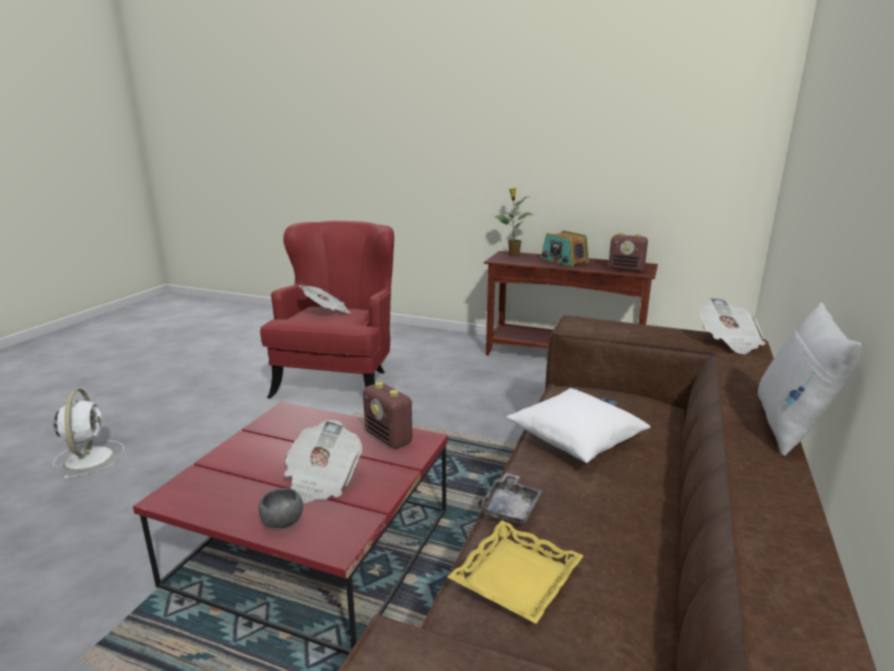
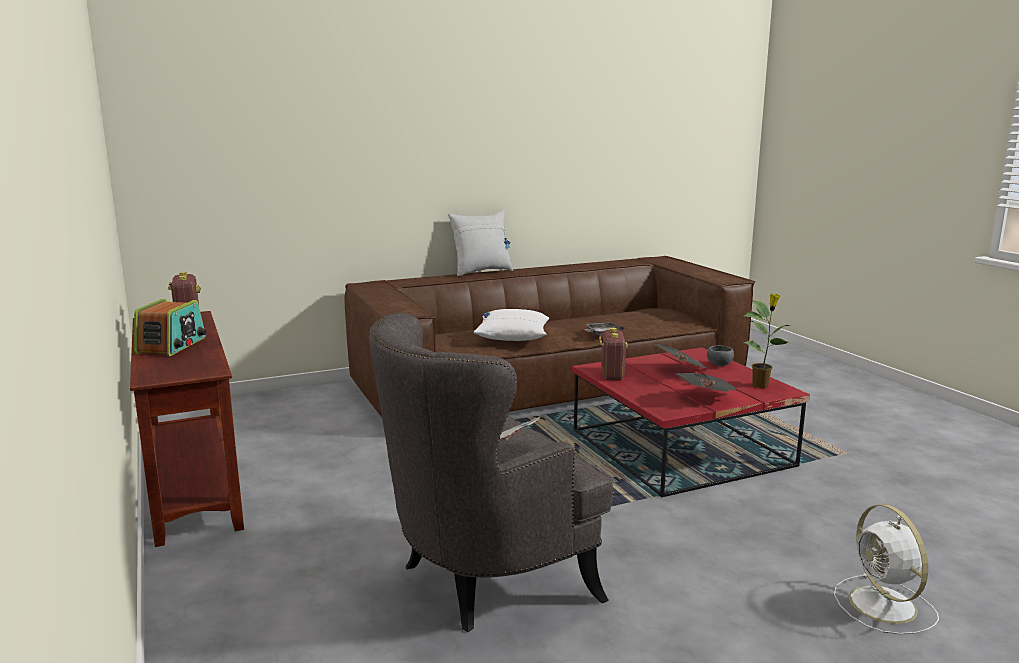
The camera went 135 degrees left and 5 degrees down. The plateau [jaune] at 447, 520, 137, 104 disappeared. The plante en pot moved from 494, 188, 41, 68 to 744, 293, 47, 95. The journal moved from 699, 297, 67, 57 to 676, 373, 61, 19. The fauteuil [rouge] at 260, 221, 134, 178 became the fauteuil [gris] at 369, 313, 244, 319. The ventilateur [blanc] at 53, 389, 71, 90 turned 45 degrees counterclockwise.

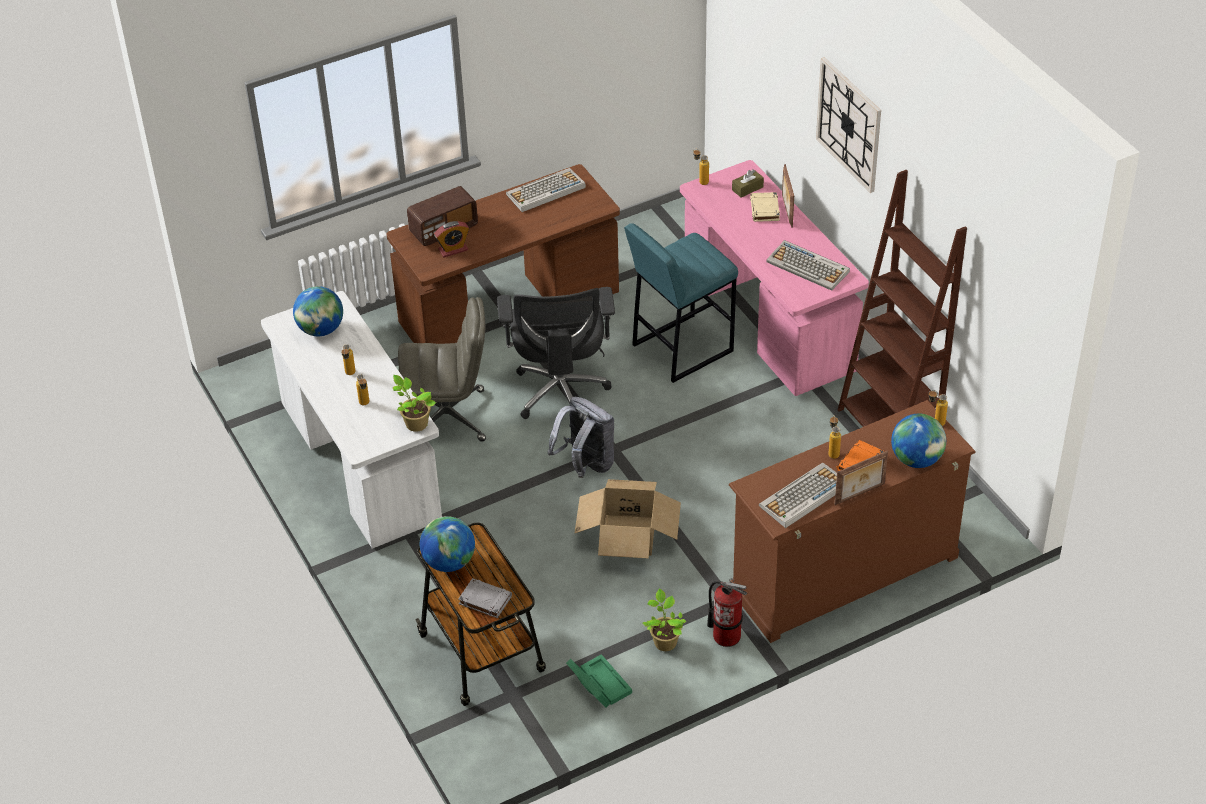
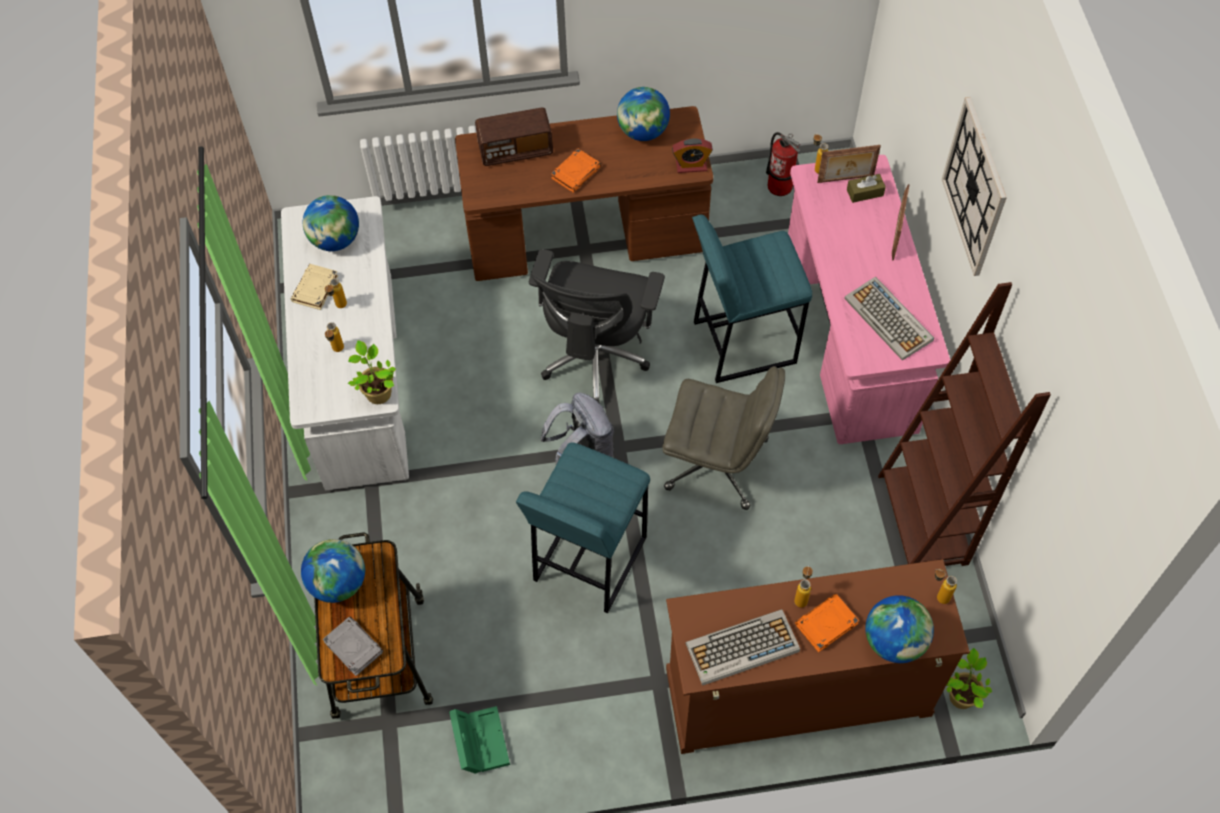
The camera went 20 degrees right and 15 degrees up. The livre [orange] at 551, 149, 50, 44 appeared. The chaise de bureau [gris] moved from 398, 297, 88, 145 to 663, 366, 122, 144. The réveil moved from 434, 221, 35, 36 to 672, 138, 41, 35. The plante en pot moved from 642, 589, 44, 62 to 946, 648, 46, 61. The extincteur moved from 707, 578, 40, 69 to 766, 132, 34, 64. The livre [beige] moved from 750, 192, 30, 30 to 291, 264, 47, 46. The cadre photo moved from 834, 450, 54, 55 to 817, 145, 64, 38. The clavier at 506, 168, 80, 44 was replaced by the globe at 617, 87, 53, 54. The carton at 574, 479, 107, 80 was replaced by the tabouret [turquoise] at 516, 442, 134, 171.

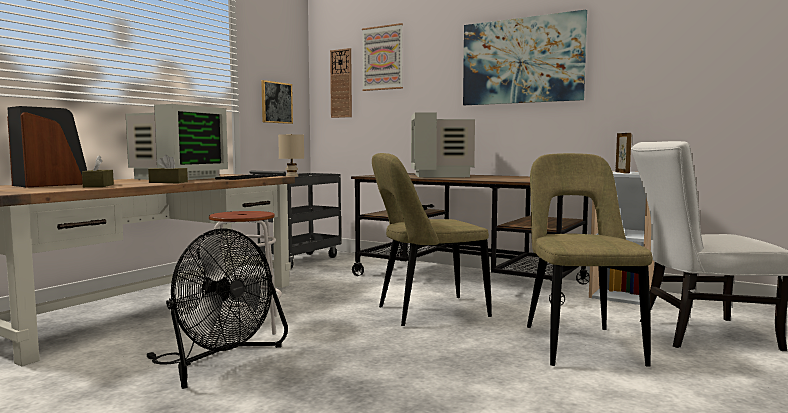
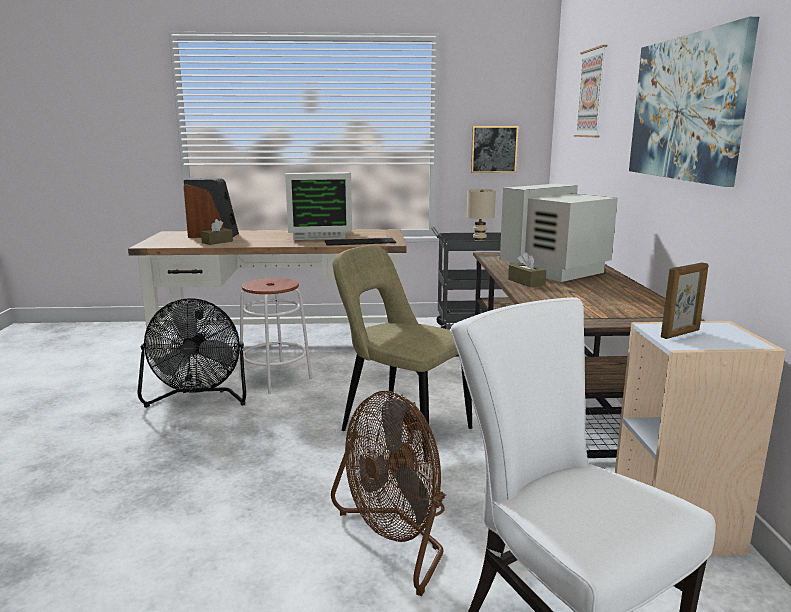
The camera went 55 degrees right and 10 degrees up. The horloge murale at 330, 48, 22, 70 disappeared. The boîte à mouchoirs [marron] moved from 148, 155, 40, 28 to 508, 252, 39, 35. The chaise [beige] at 527, 153, 126, 214 was replaced by the ventilateur [marron] at 331, 391, 116, 205.

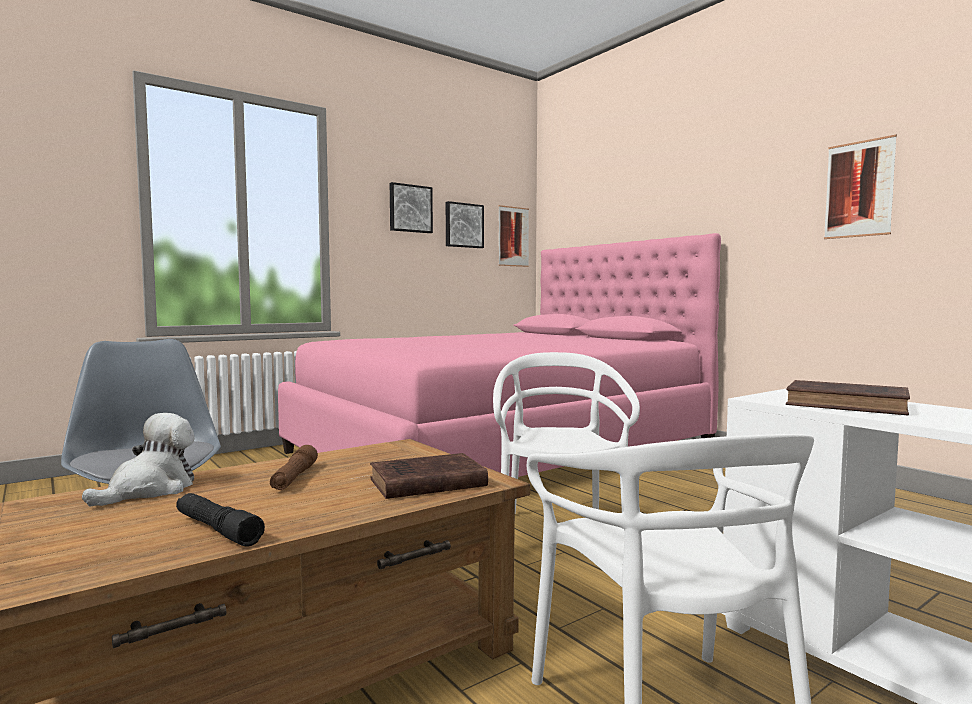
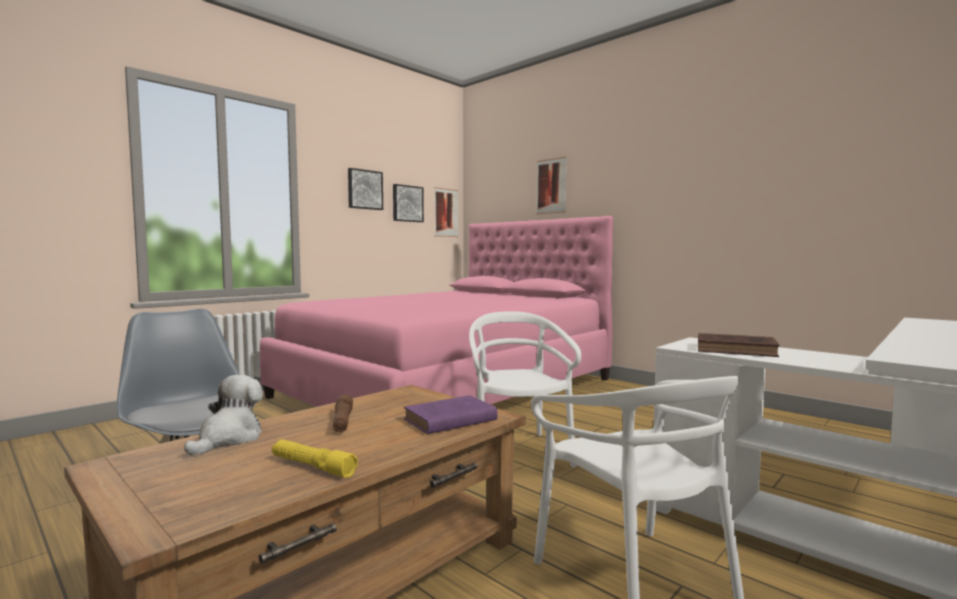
The camera went 10 degrees left and 0 degrees up. The tableau moved from 824, 135, 73, 104 to 536, 156, 31, 58. The lampe de poche [noir] at 176, 493, 89, 54 became the lampe de poche [jaune] at 272, 439, 86, 39. The livre [marron] at 370, 453, 118, 46 became the livre [violet] at 404, 395, 94, 39.

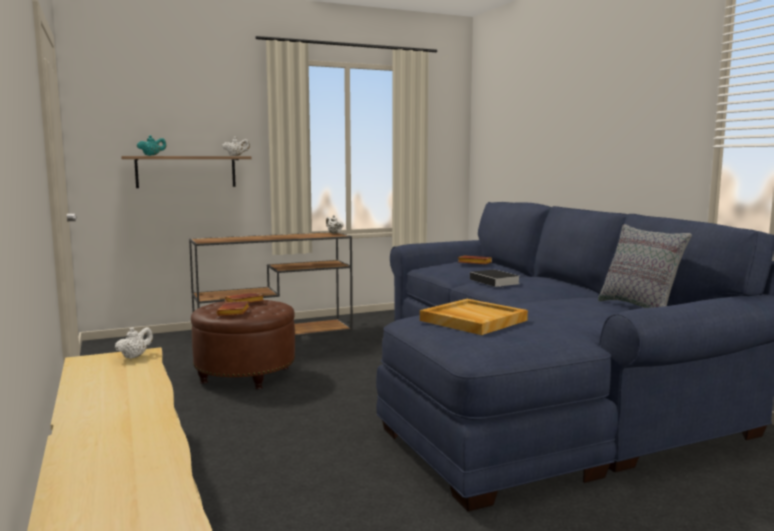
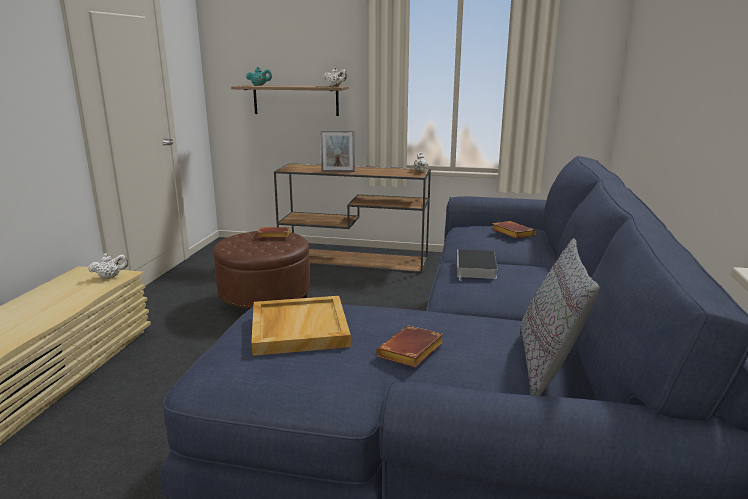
The camera went 35 degrees right and 10 degrees up. The cadre photo at 320, 130, 35, 42 appeared. The livre [marron] moved from 216, 301, 34, 15 to 376, 325, 68, 43.

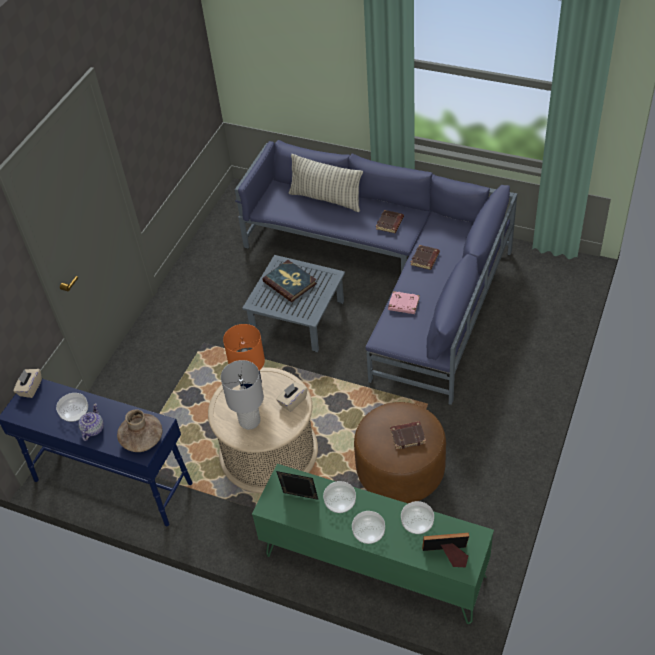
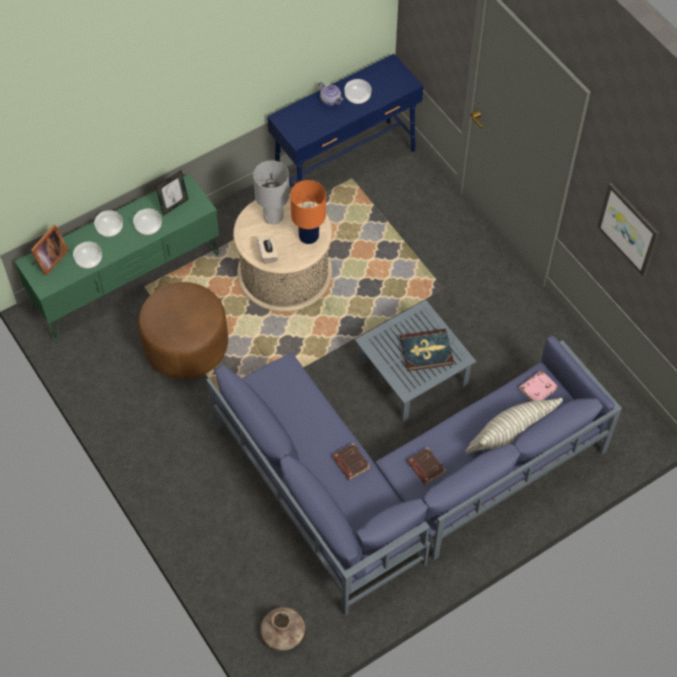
The camera went 120 degrees right and 10 degrees up. The boîte à mouchoirs [beige] at 14, 369, 28, 29 disappeared. The livre [marron] at 390, 421, 36, 29 disappeared. The tableau at 597, 183, 62, 93 appeared. The vase [marron] moved from 117, 410, 45, 42 to 261, 607, 44, 44. The livre [rose] moved from 388, 291, 32, 23 to 519, 371, 39, 30.

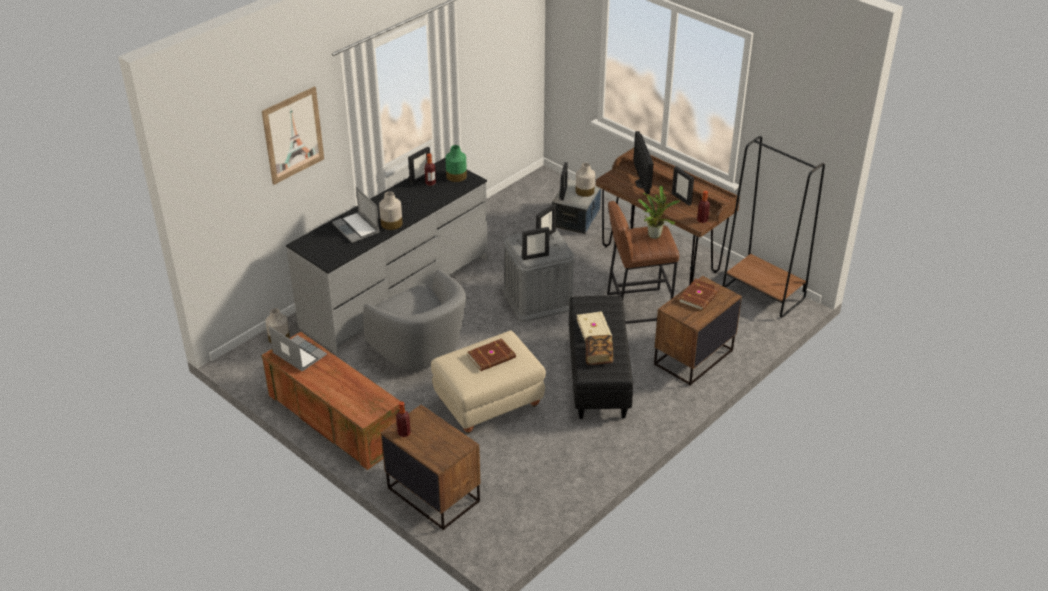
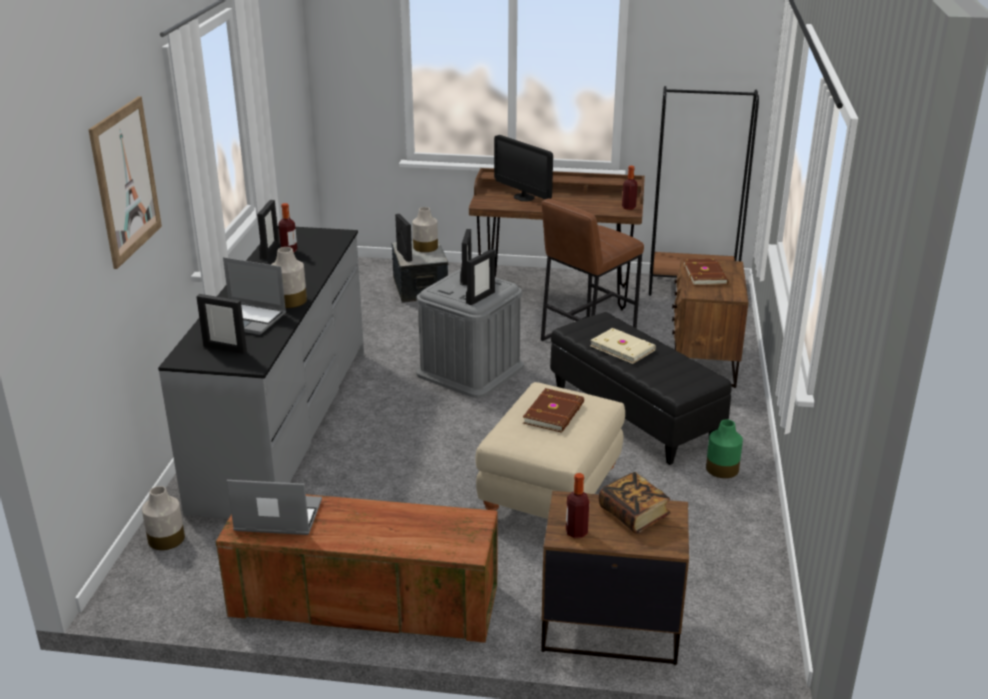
The camera went 35 degrees left and 10 degrees down. The fauteuil [gris] at 363, 270, 103, 100 disappeared. The plante en pot at 638, 185, 42, 54 disappeared. The vase [vert] moved from 445, 145, 22, 37 to 706, 419, 37, 59. The livre moved from 585, 335, 28, 30 to 599, 472, 72, 61. The cadre photo moved from 672, 166, 22, 40 to 196, 294, 51, 60.

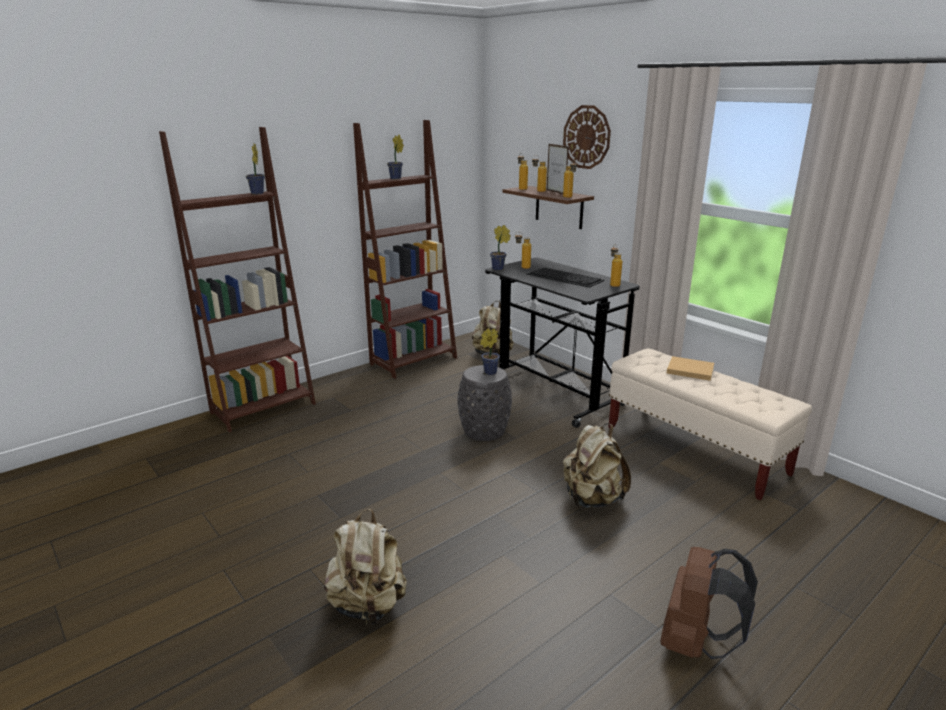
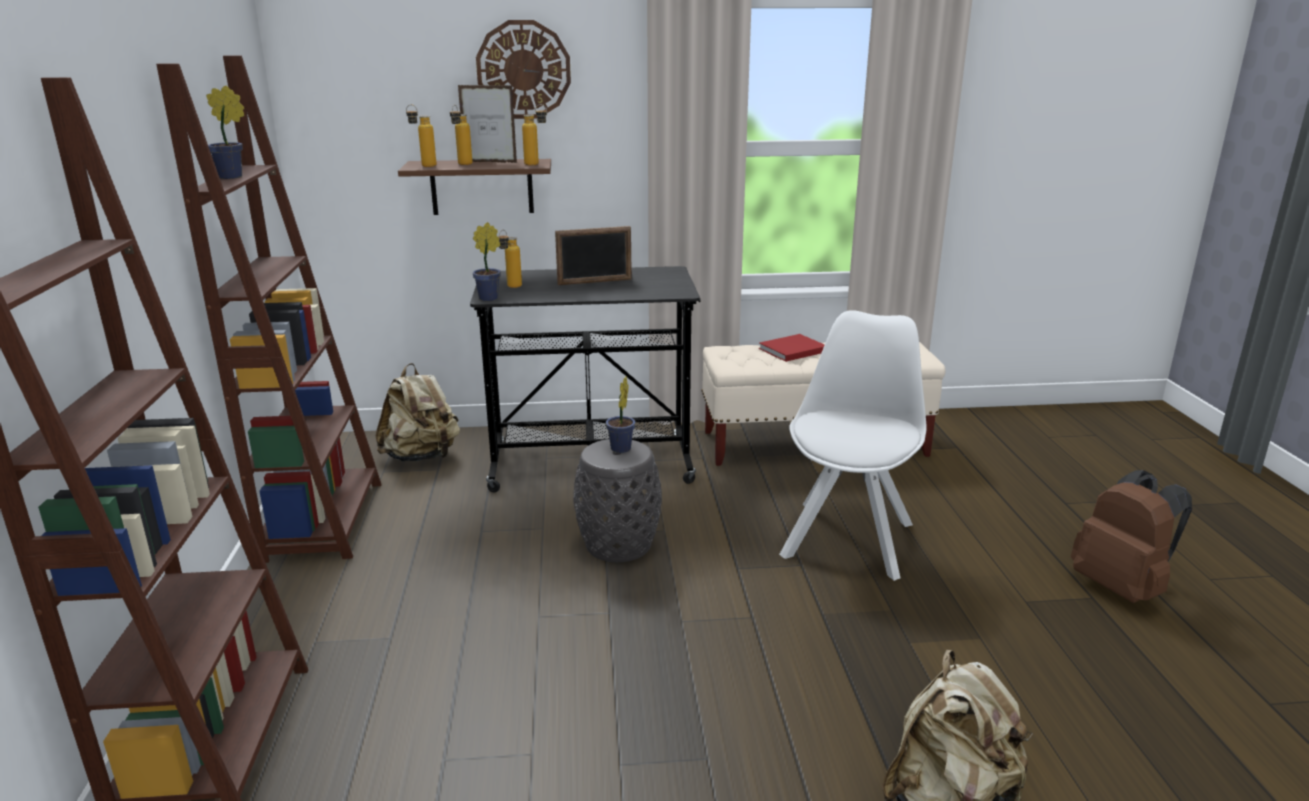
The camera went 55 degrees left and 0 degrees up. The plante en pot at 246, 144, 19, 50 disappeared. The bouteille at 610, 244, 12, 43 disappeared. The clavier at 527, 267, 78, 21 was replaced by the cadre photo at 555, 226, 77, 59. The sac à dos [beige] at 563, 423, 68, 85 was replaced by the chaise [blanc] at 779, 310, 148, 271. The livre [beige] at 667, 356, 47, 25 became the livre [rouge] at 759, 334, 66, 28.

